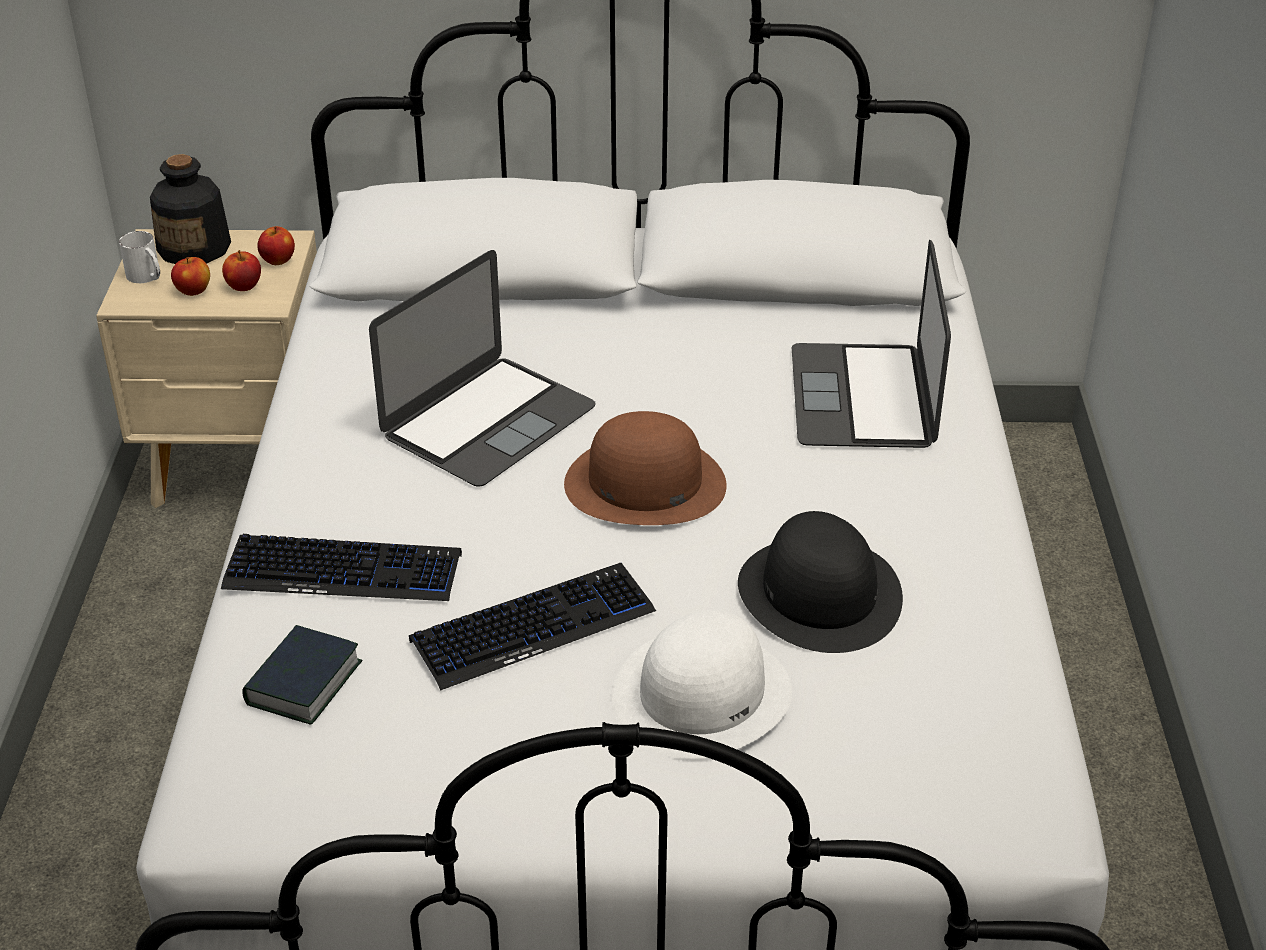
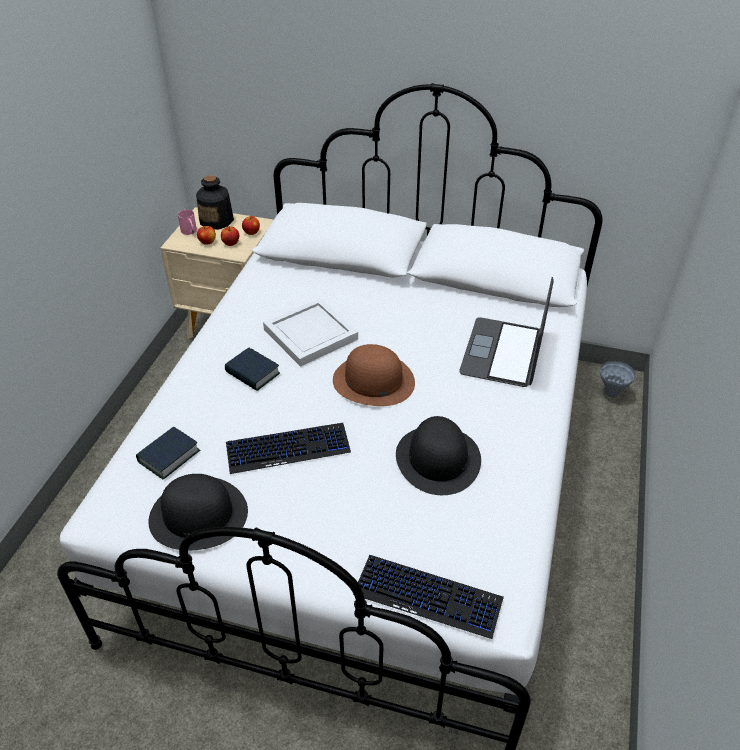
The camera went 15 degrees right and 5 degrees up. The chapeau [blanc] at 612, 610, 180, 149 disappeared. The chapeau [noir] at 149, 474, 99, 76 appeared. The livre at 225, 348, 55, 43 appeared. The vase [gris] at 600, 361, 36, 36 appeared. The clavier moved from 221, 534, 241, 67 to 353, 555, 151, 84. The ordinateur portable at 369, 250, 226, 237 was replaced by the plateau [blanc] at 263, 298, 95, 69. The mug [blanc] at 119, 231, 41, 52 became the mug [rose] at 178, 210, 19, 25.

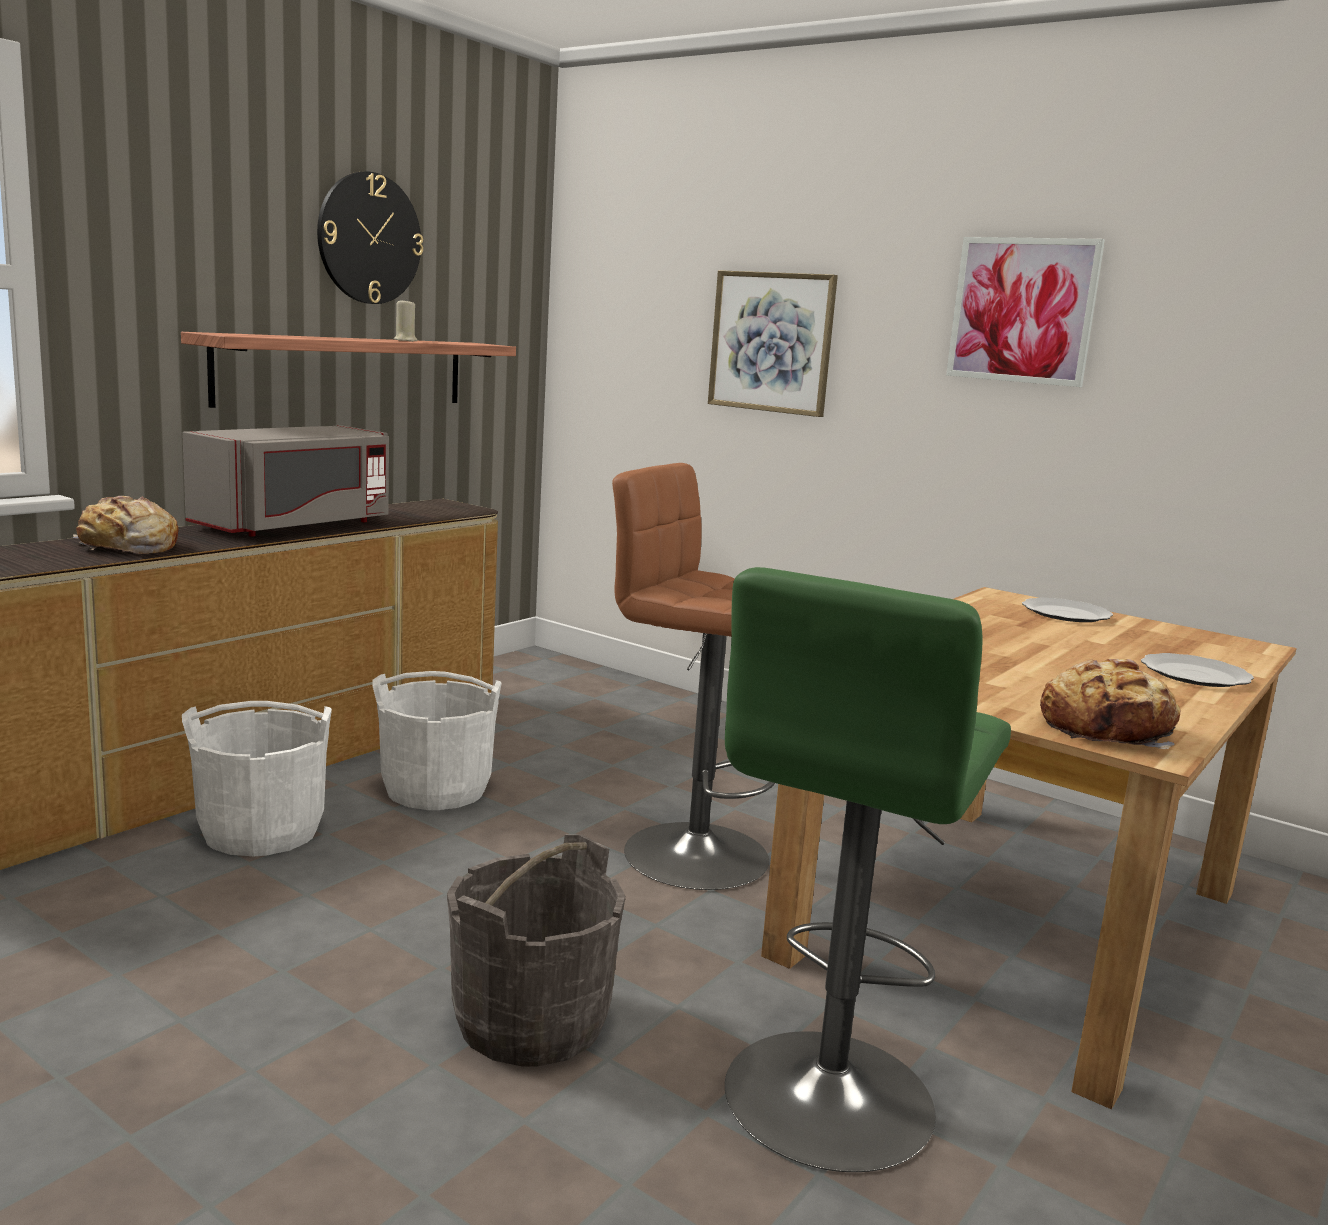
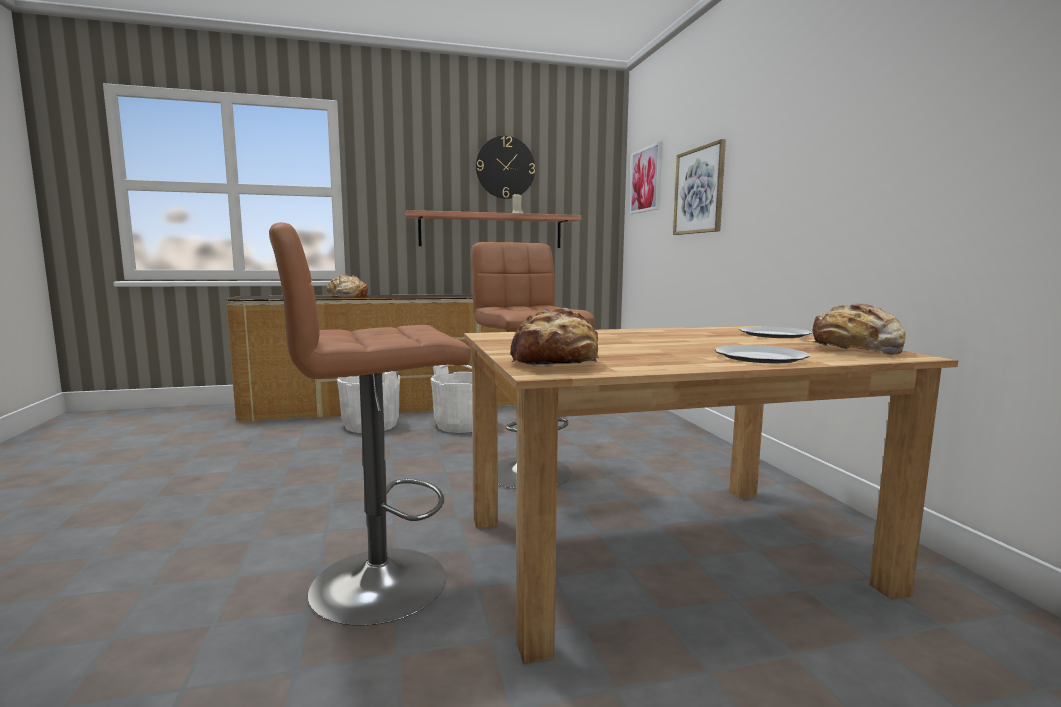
The camera went 40 degrees right and 5 degrees down. The micro-ondes [gris] at 182, 425, 207, 112 disappeared. The seau [gris] at 447, 834, 178, 232 disappeared. The pain at 797, 303, 109, 52 appeared. The tableau moved from 946, 237, 159, 150 to 630, 141, 32, 73. The tabouret [vert] at 725, 567, 286, 605 became the tabouret [marron] at 269, 222, 202, 404.

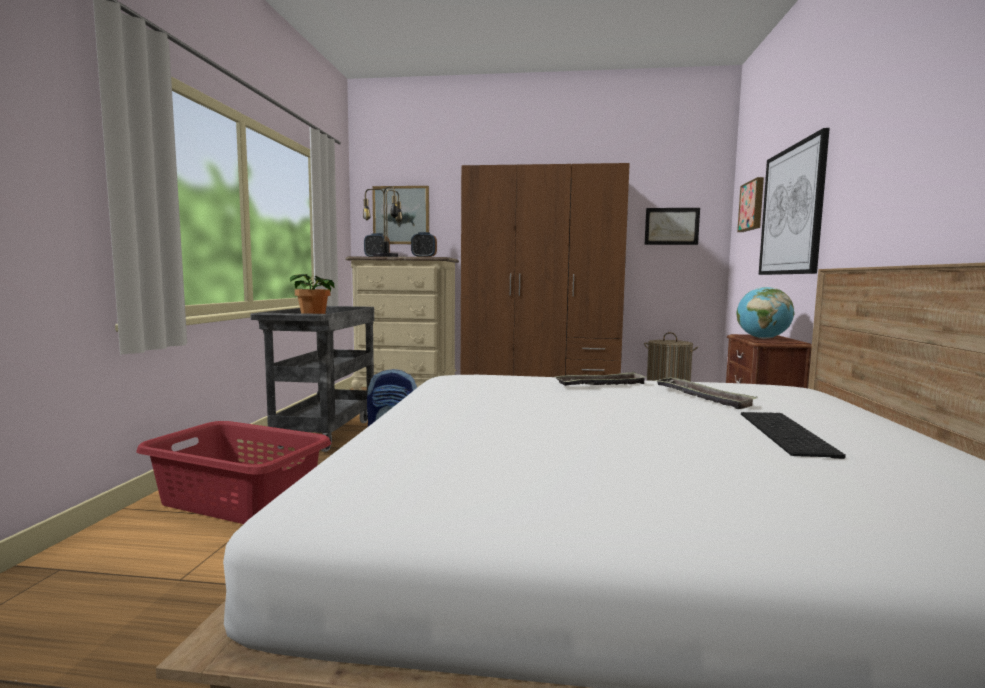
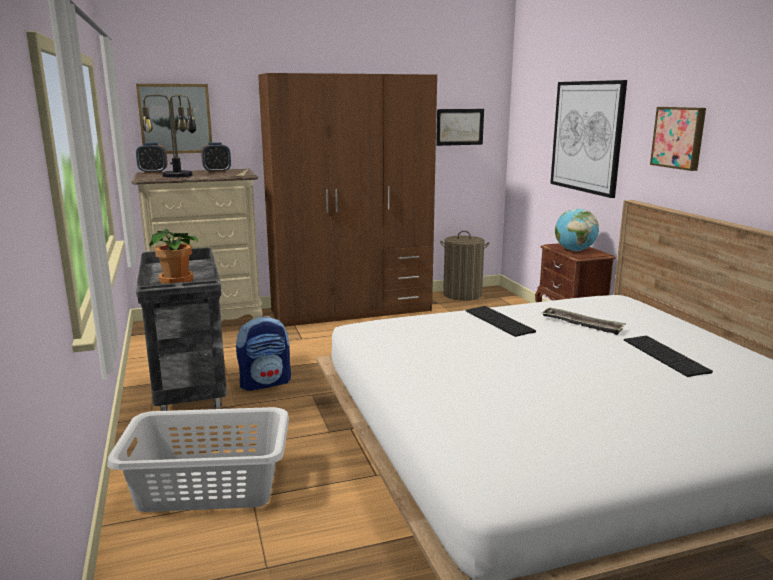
The camera went 25 degrees left and 10 degrees up. The tableau moved from 737, 177, 27, 55 to 650, 107, 56, 64. The plateau at 555, 372, 93, 14 was replaced by the clavier at 466, 306, 70, 31. The panier à linge [rouge] at 136, 421, 195, 103 became the panier à linge [gris] at 107, 407, 182, 105.

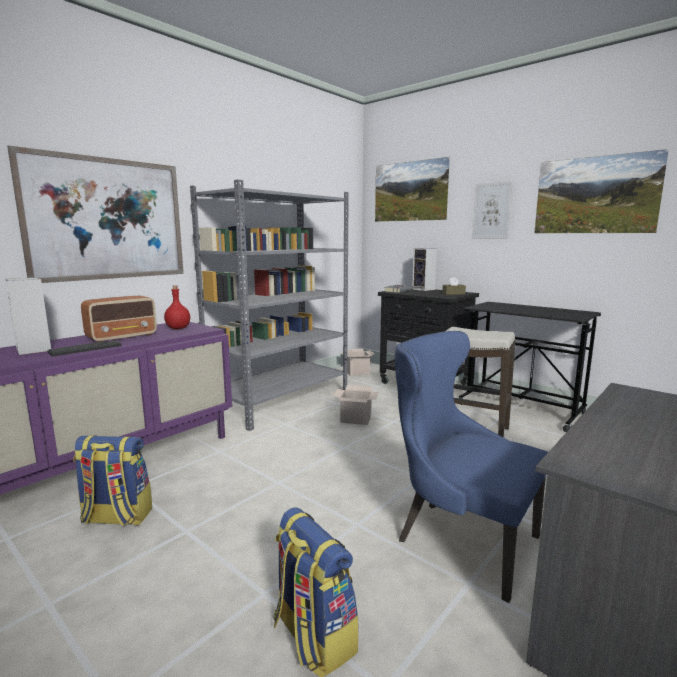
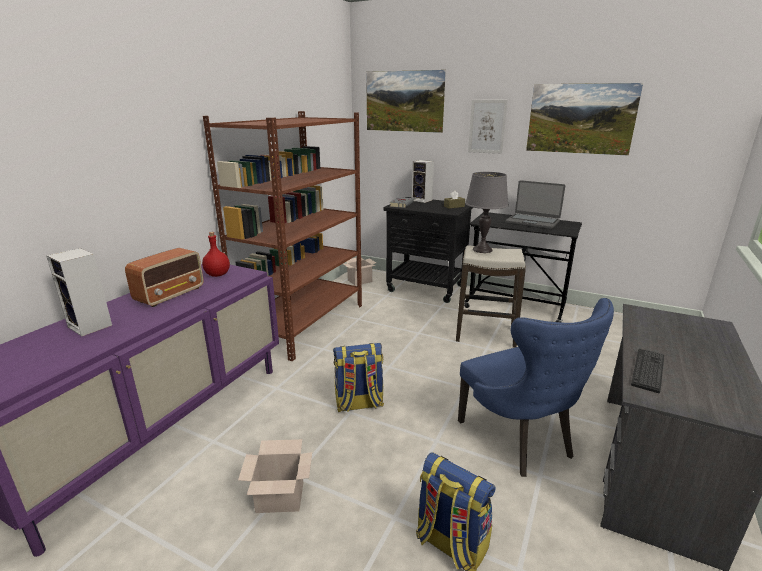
The camera went 15 degrees left and 10 degrees up. The tableau at 7, 146, 177, 137 disappeared. The lampe de table [gris] at 465, 172, 44, 81 appeared. The ordinateur portable at 505, 180, 60, 49 appeared. The clavier moved from 48, 340, 74, 16 to 631, 349, 33, 44. The sac à dos moved from 73, 435, 79, 91 to 333, 343, 51, 69. The carton moved from 333, 385, 46, 40 to 238, 439, 74, 74. The bibliothèque [gris] at 190, 180, 159, 251 became the bibliothèque [marron] at 203, 111, 159, 250. The chaise [bleu] at 395, 331, 153, 272 turned 135 degrees counterclockwise.

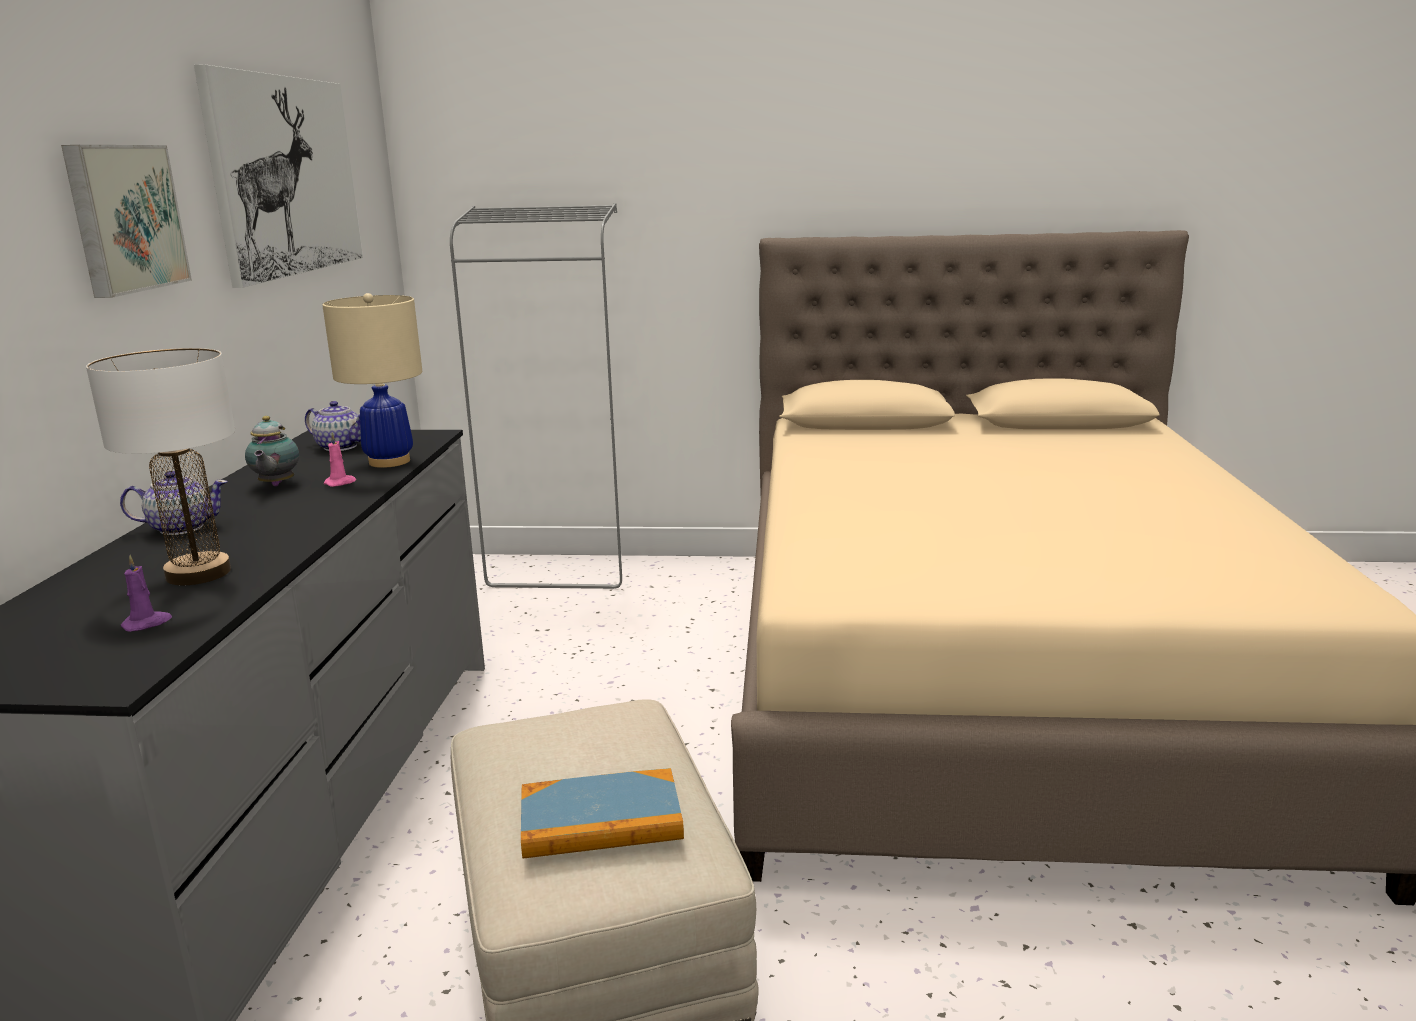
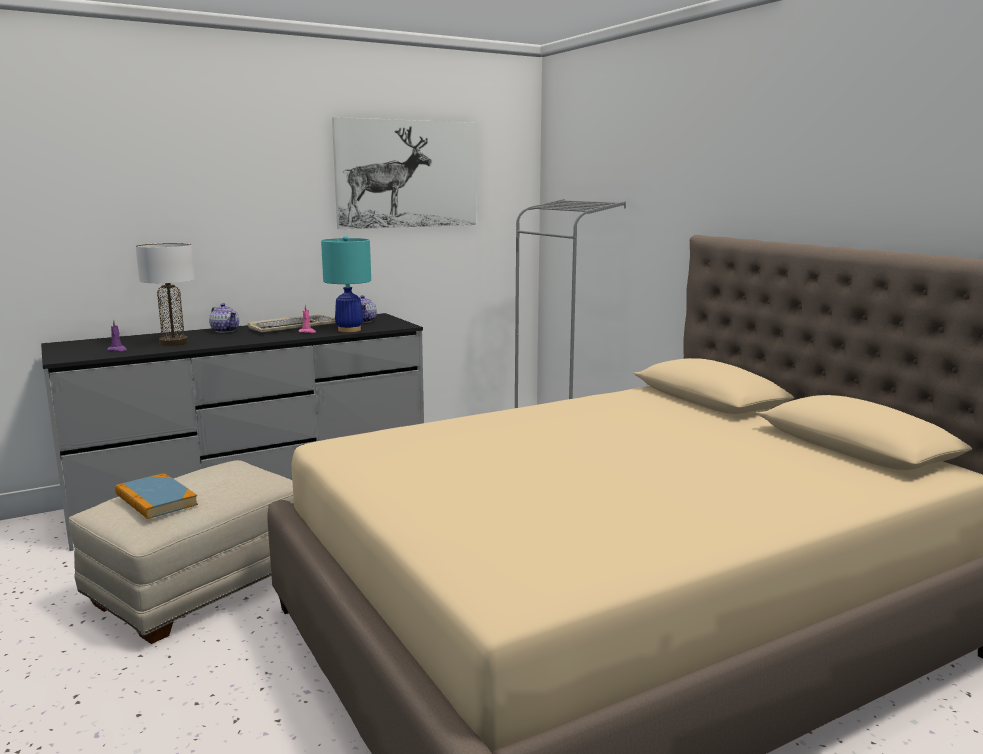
The camera went 55 degrees right and 5 degrees down. The tableau at 61, 145, 131, 153 disappeared. The théière at 245, 416, 54, 70 was replaced by the clavier at 248, 314, 88, 18. The lampe de table [beige] at 322, 293, 100, 175 became the lampe de table [turquoise] at 321, 236, 50, 96.

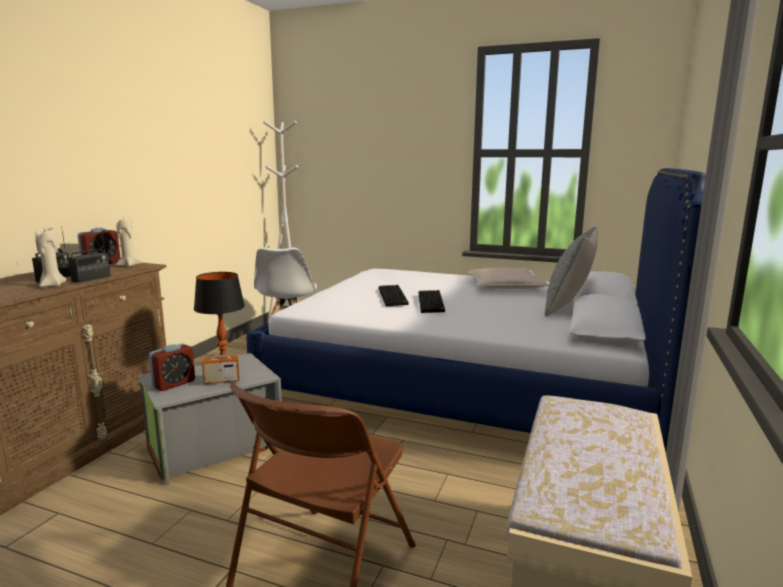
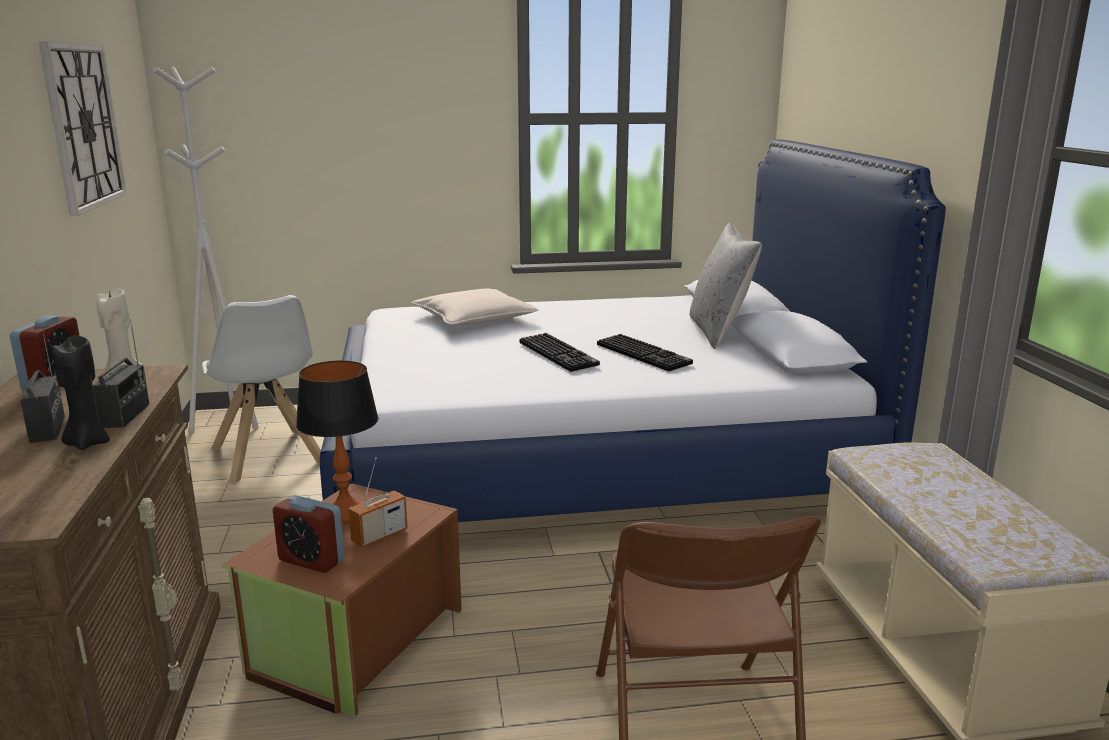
The camera went 30 degrees left and 5 degrees up. The horloge murale at 39, 42, 88, 174 appeared. The clavier moved from 378, 285, 31, 21 to 597, 334, 96, 37. The coussin [beige] moved from 468, 268, 81, 21 to 412, 289, 127, 36. The bougie [beige] at 35, 227, 32, 60 became the bougie [noir] at 52, 336, 58, 114. The boîte de rangement [gris] at 138, 353, 144, 131 became the boîte de rangement [marron] at 222, 484, 240, 233. The réveil at 149, 343, 46, 48 turned 105 degrees clockwise.

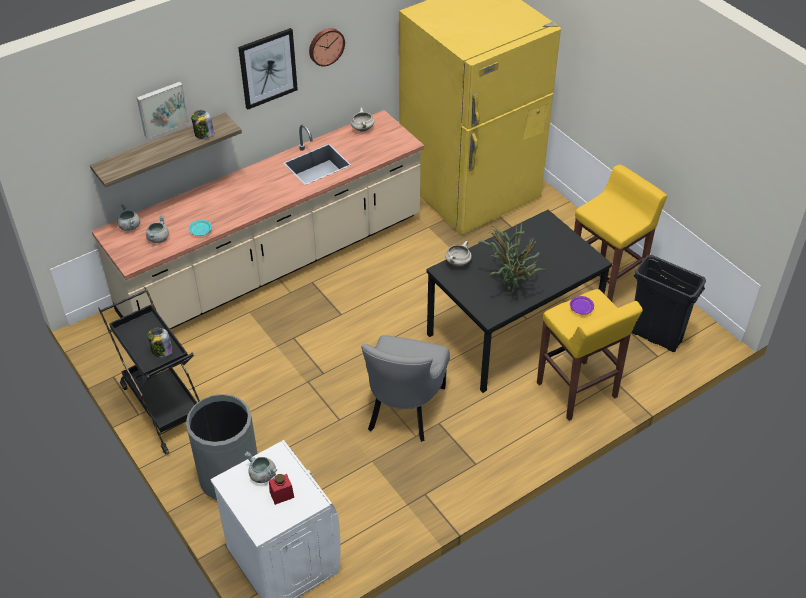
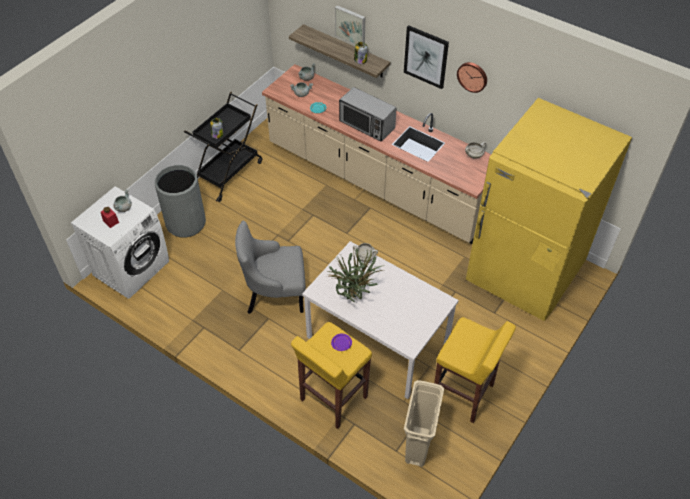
The camera went 70 degrees right and 5 degrees up. The micro-ondes at 339, 87, 58, 55 appeared. The table à manger [noir] at 426, 210, 186, 183 became the table à manger [blanc] at 302, 241, 157, 158. The poubelle [noir] at 632, 255, 74, 97 became the poubelle [beige] at 404, 380, 40, 87.

